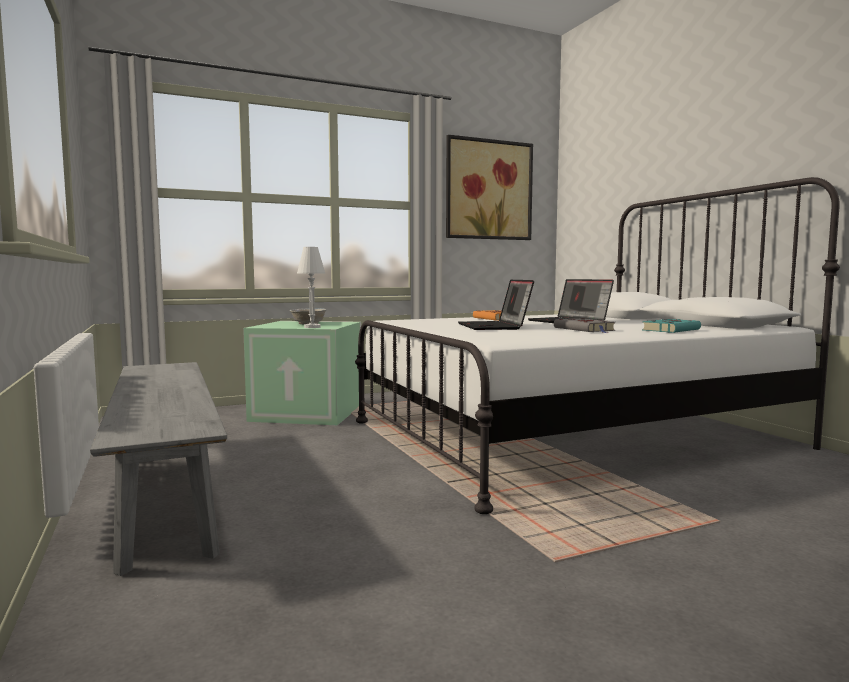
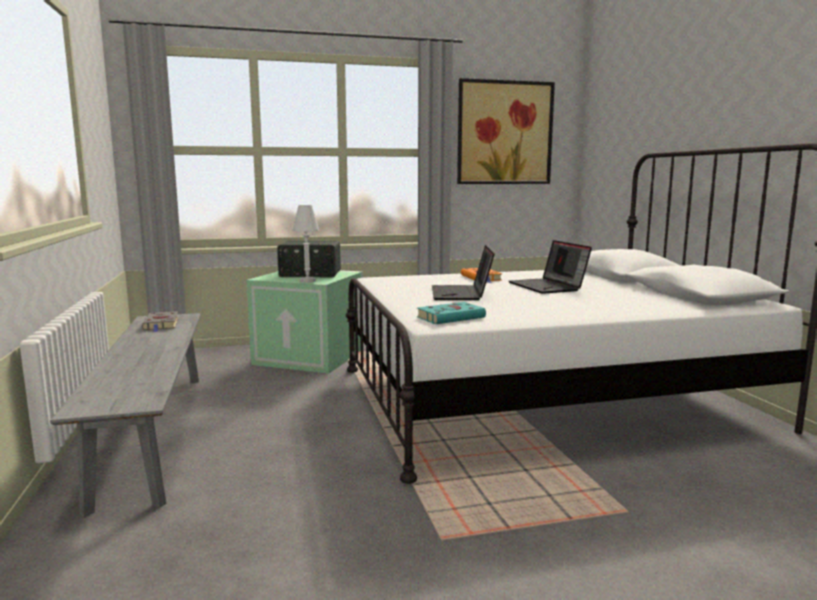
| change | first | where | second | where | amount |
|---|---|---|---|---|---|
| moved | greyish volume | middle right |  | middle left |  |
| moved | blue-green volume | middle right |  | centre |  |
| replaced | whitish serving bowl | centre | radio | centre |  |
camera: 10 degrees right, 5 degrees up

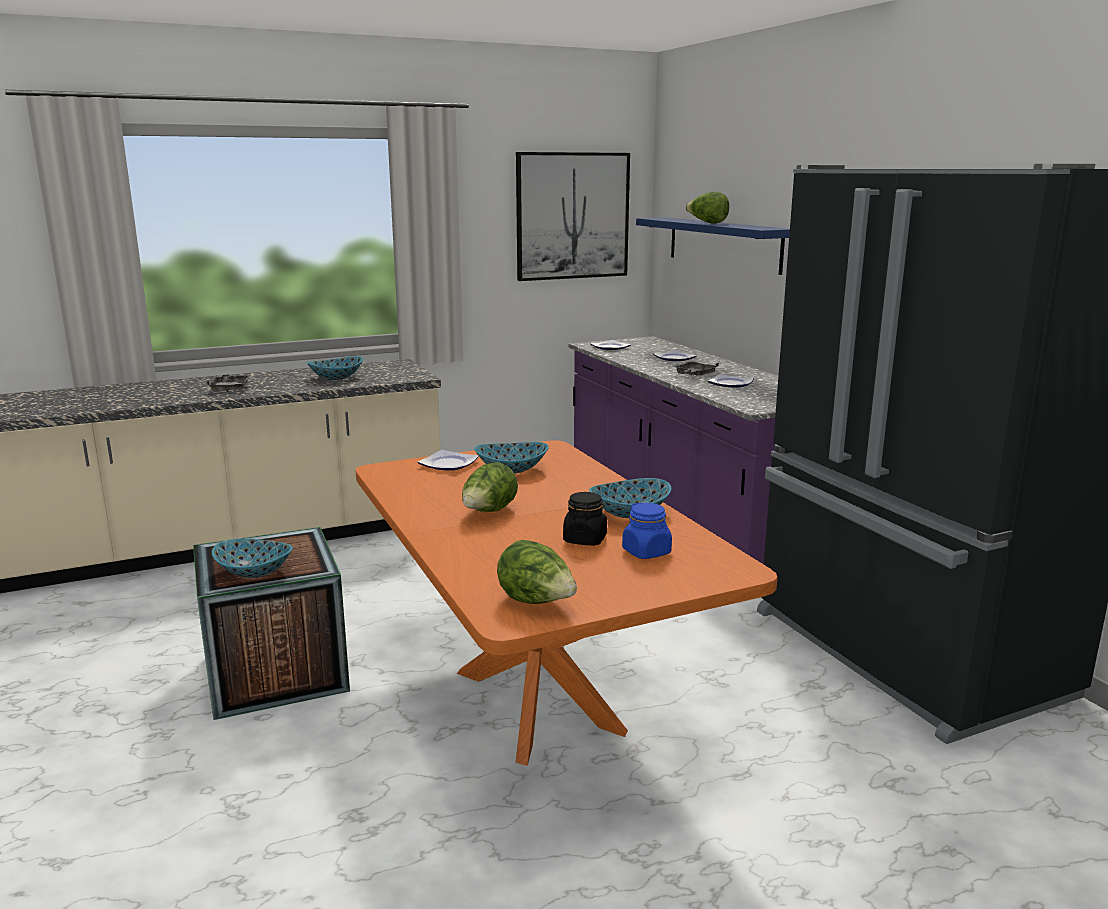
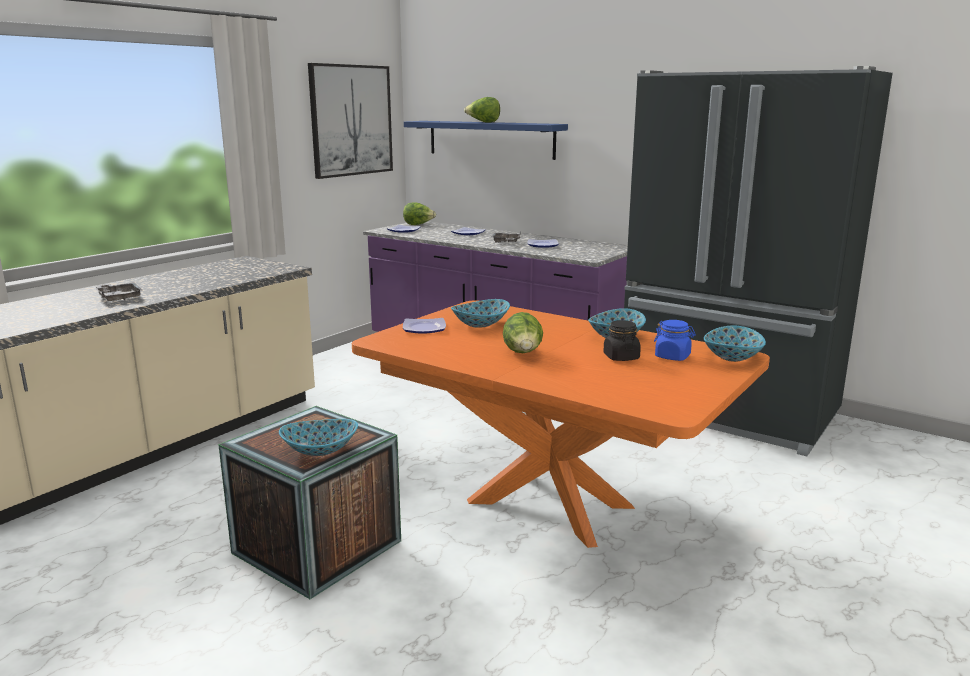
| change | first | where | second | where | amount |
|---|---|---|---|---|---|
| moved | serving bowl (2nd from left in the first image) | middle left | serving bowl (4th from left) | middle right |  |
| moved | lettuce (2nd from left in the first image) | centre | lettuce (1st from left) | top centre |  |
camera: 30 degrees left, 0 degrees up

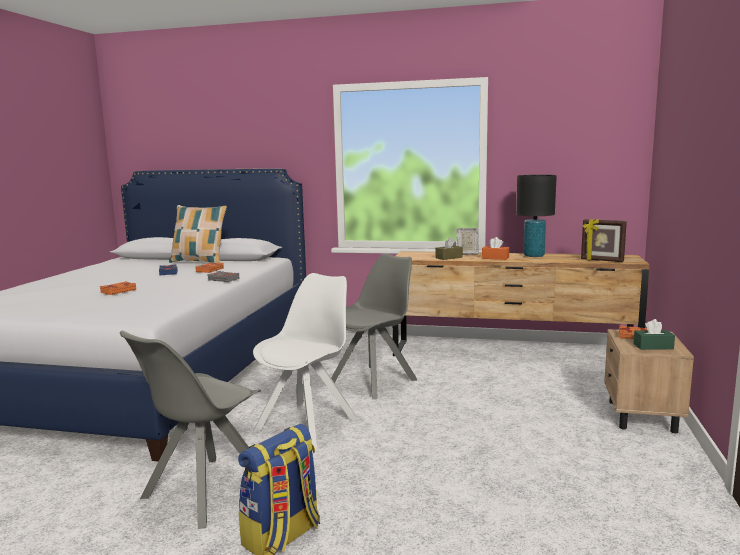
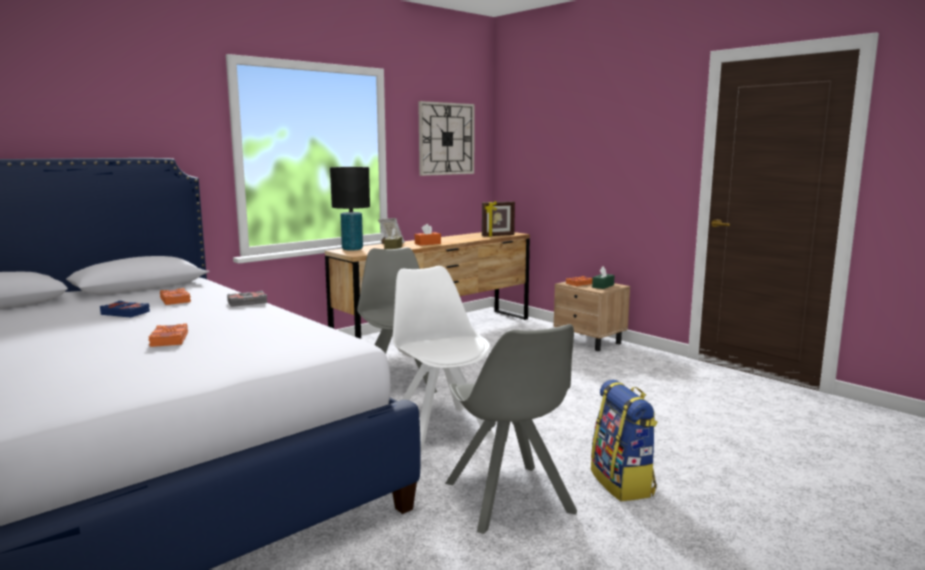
| change | first | where | second | where | amount |
|---|---|---|---|---|---|
| removed | pillow | middle left |  |  |  |
| added |  |  | hanging clock | top centre |  |
| moved | blackish tabletop lamp | middle right |  | centre |  |
camera: 55 degrees left, 0 degrees up

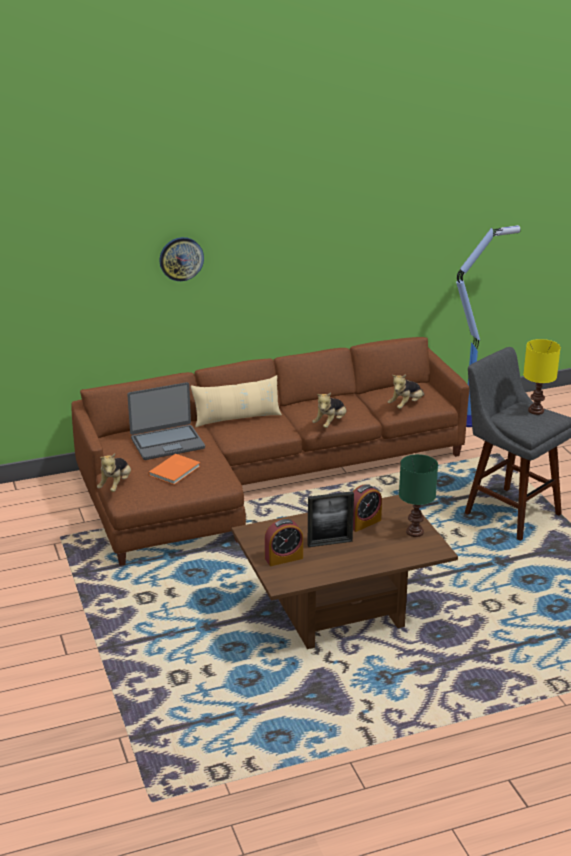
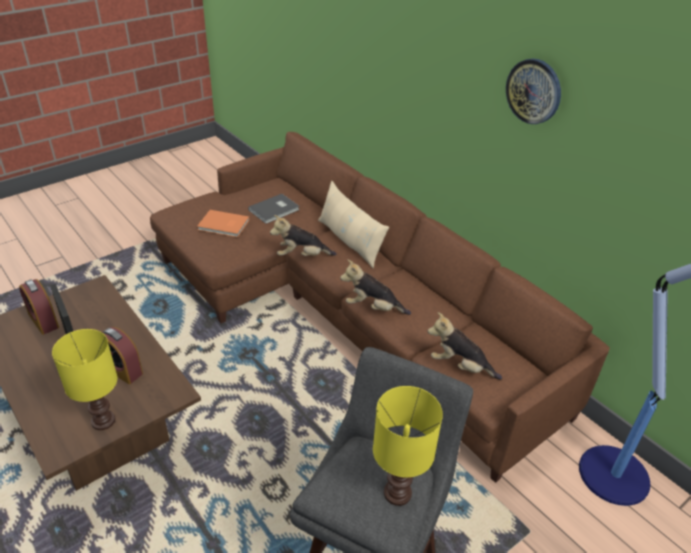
| change | first | where | second | where | amount |
|---|---|---|---|---|---|
| moved | cuddly toy (1st from left) | middle left |  | centre |  |
| moved | hanging clock | top left |  | top right |  |
| replaced | laptop | middle left | greyish volume | centre |  |
| recoloured | green tabletop lamp | middle right | yellow-coloured tabletop lamp (1st from left) | bottom left |  |
camera: 70 degrees right, 10 degrees up

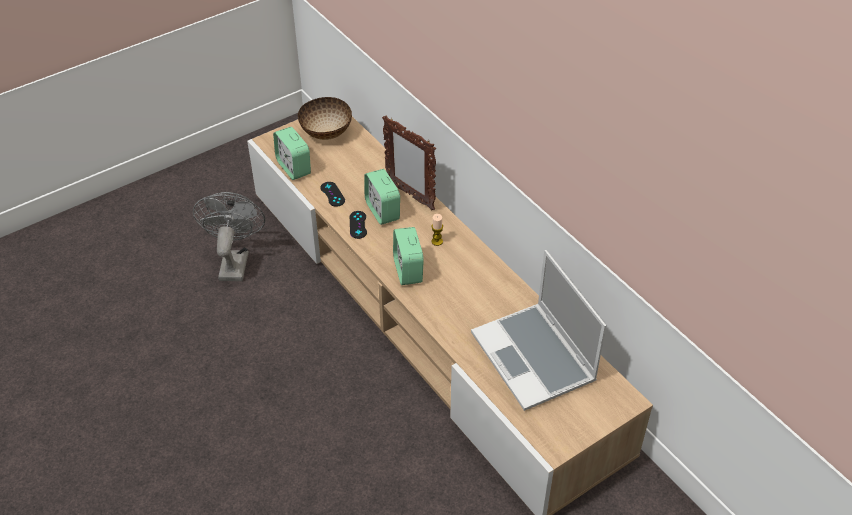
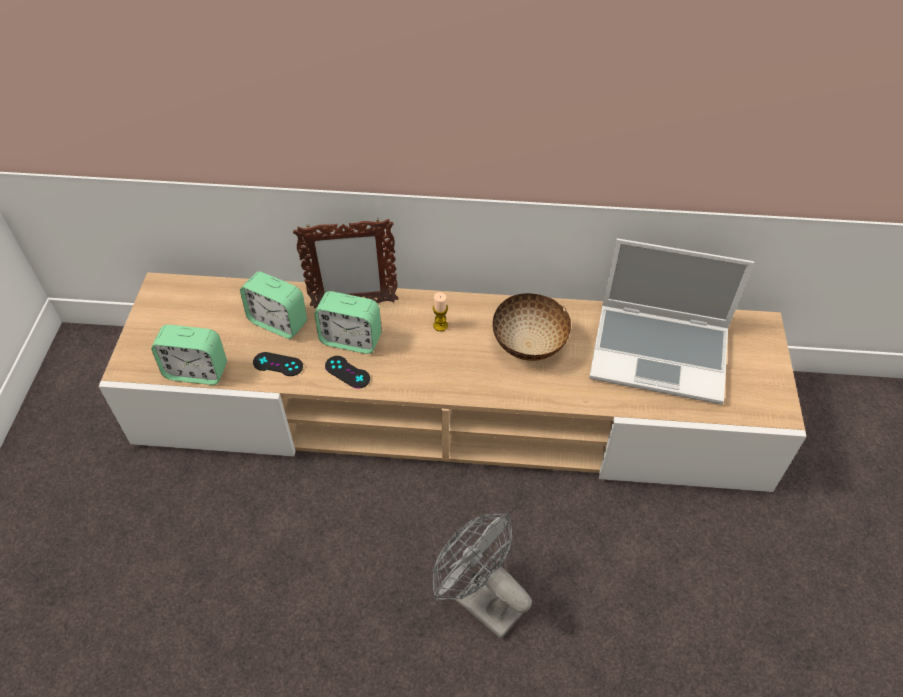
| change | first | where | second | where | amount |
|---|---|---|---|---|---|
| moved | greyish electric fan | middle left |  | bottom centre |  |
| moved | serving bowl | top centre |  | centre |  |
| moved | bedside clock (3rd from left in the first image) | centre | bedside clock (2nd from left) | middle left |  |
camera: 50 degrees left, 5 degrees up

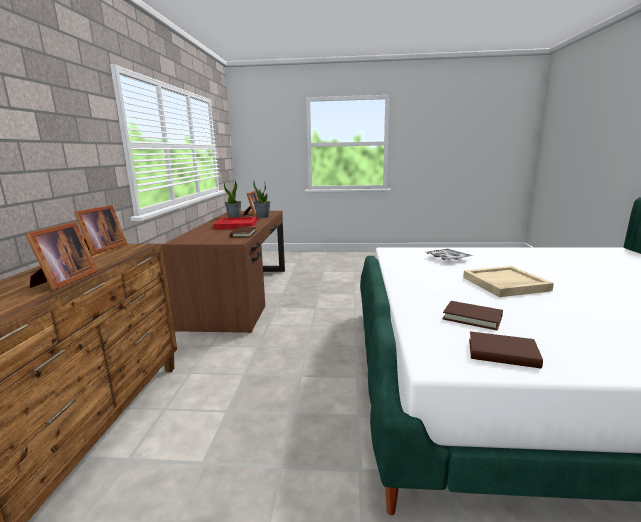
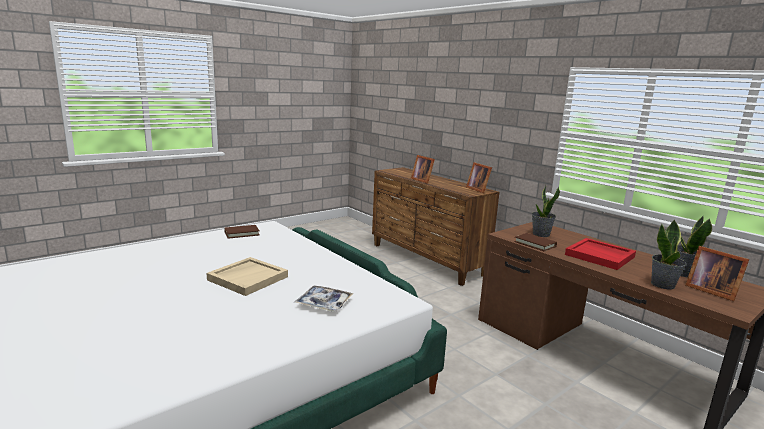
| change | first | where | second | where | amount |
|---|---|---|---|---|---|
| removed | brown-coloured volume (2nd from left) | middle right |  |  |  |
| added |  |  | houseplant (1st from left) | middle right |  |
camera: 135 degrees right, 0 degrees up

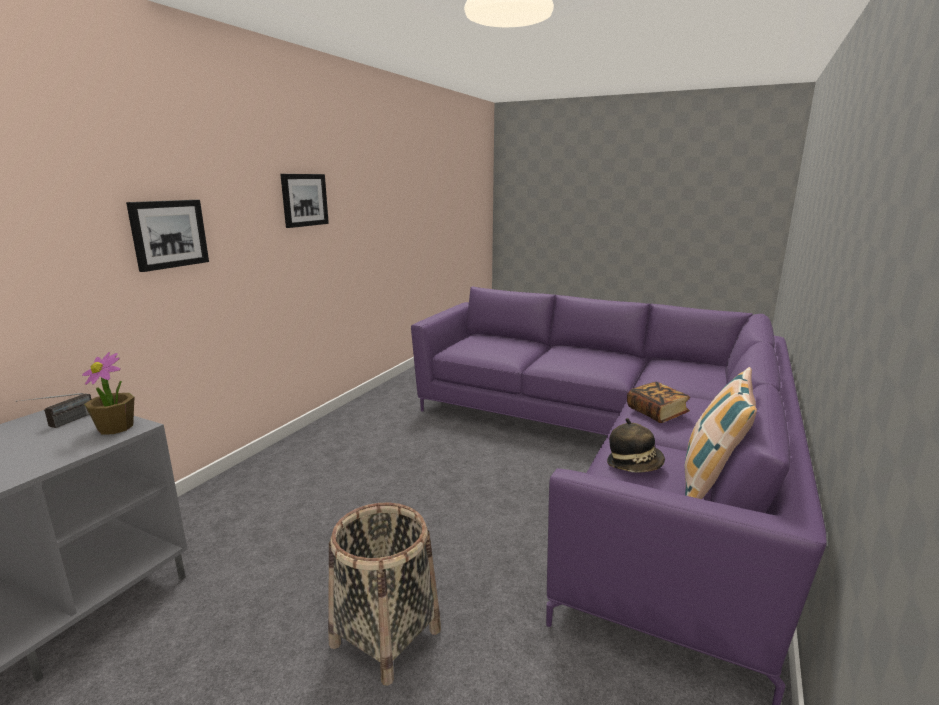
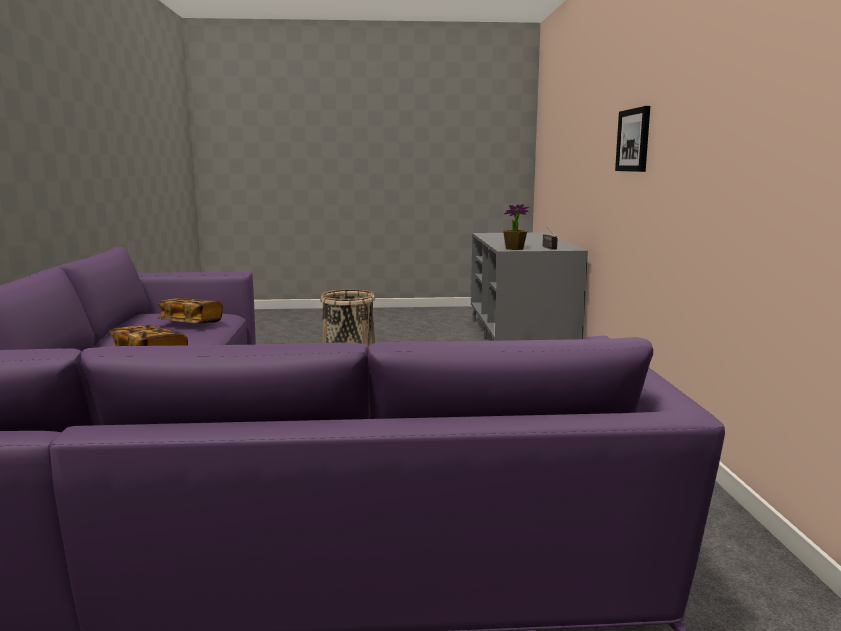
| change | first | where | second | where | amount |
|---|---|---|---|---|---|
| removed | wall art (2nd from left) | top left |  |  |  |
| removed | pillow | middle right |  |  |  |
| replaced | hat | middle right | volume (2nd from left) | middle left |  |
camera: 150 degrees right, 5 degrees down

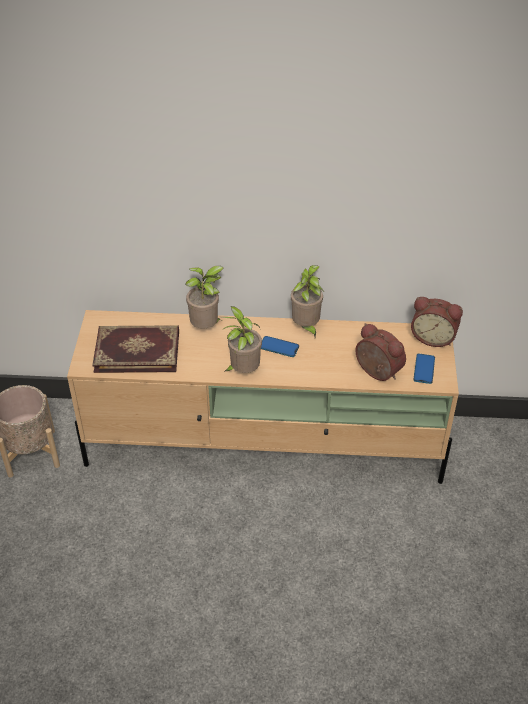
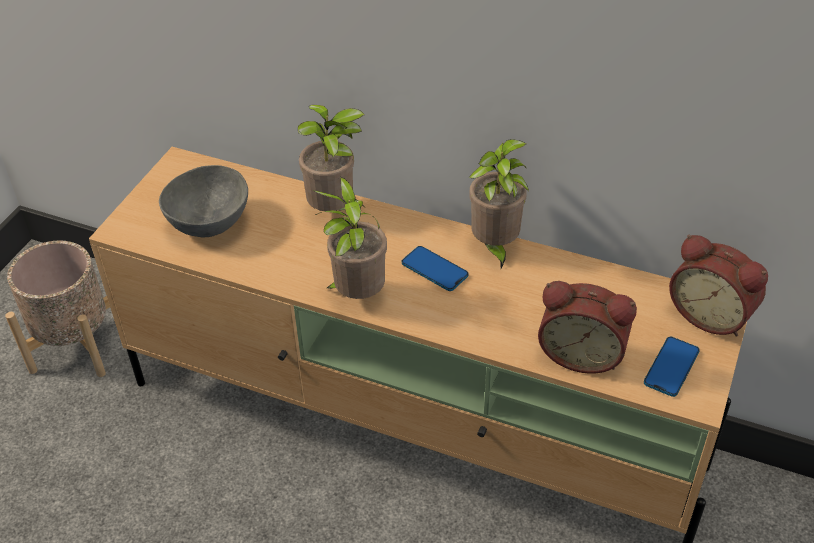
| change | first | where | second | where | amount |
|---|---|---|---|---|---|
| replaced | volume | middle left | greyish serving bowl | middle left |  |
| turned | bedside clock (1st from left) | middle right |  | middle right | 135 degrees clockwise |
camera: 20 degrees right, 0 degrees up

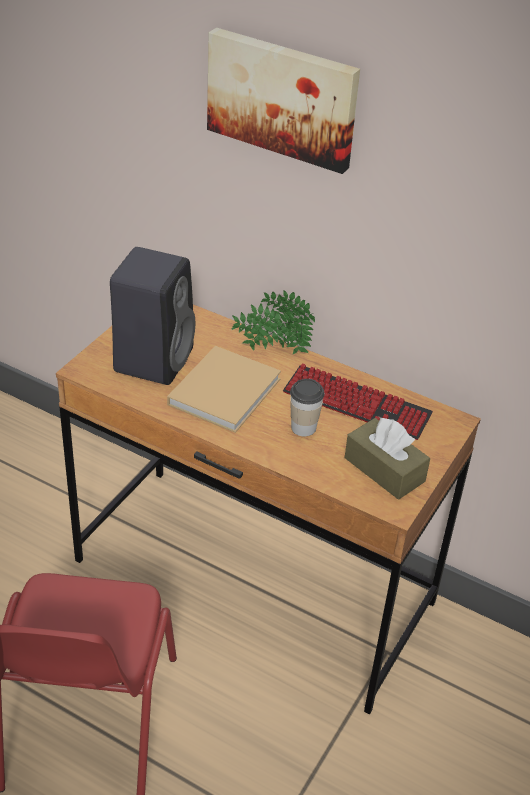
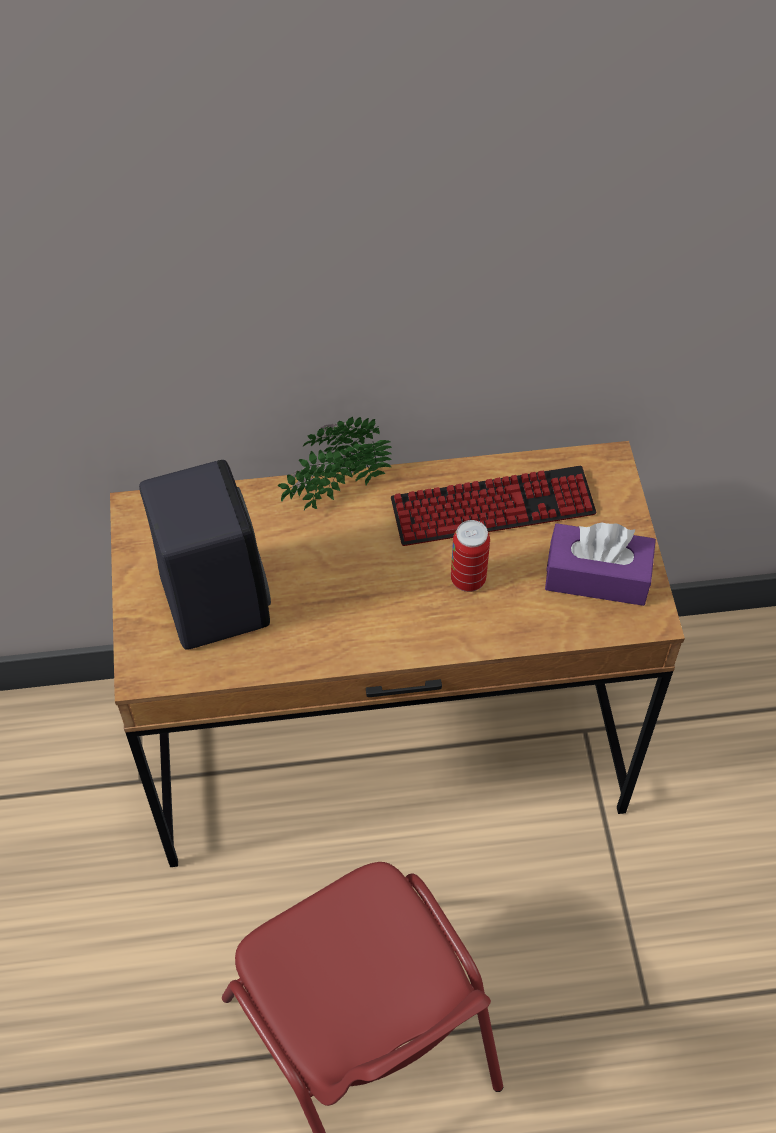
| change | first | where | second | where | amount |
|---|---|---|---|---|---|
| removed | beige volume | centre |  |  |  |
| removed | wall art | top centre |  |  |  |
| replaced | drinking cup | centre | metal can | centre |  |
| recoloured | brown-coloured tissue box | middle right | purple-coloured tissue box | middle right |  |
camera: 35 degrees left, 15 degrees up

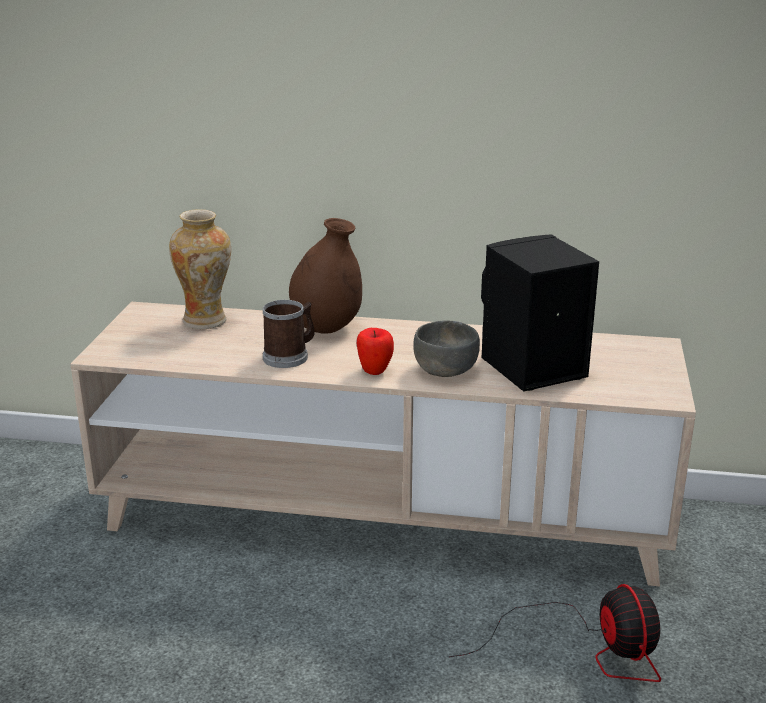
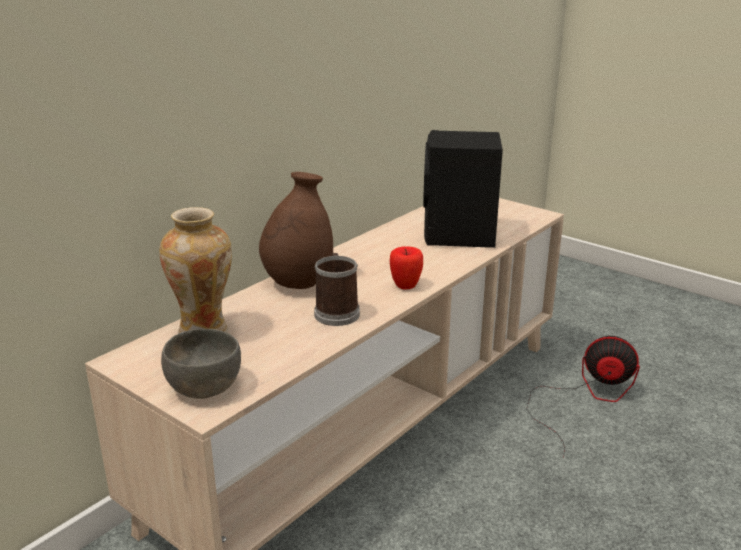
| change | first | where | second | where | amount |
|---|---|---|---|---|---|
| moved | greyish serving bowl | centre |  | middle left |  |
camera: 60 degrees left, 0 degrees up

